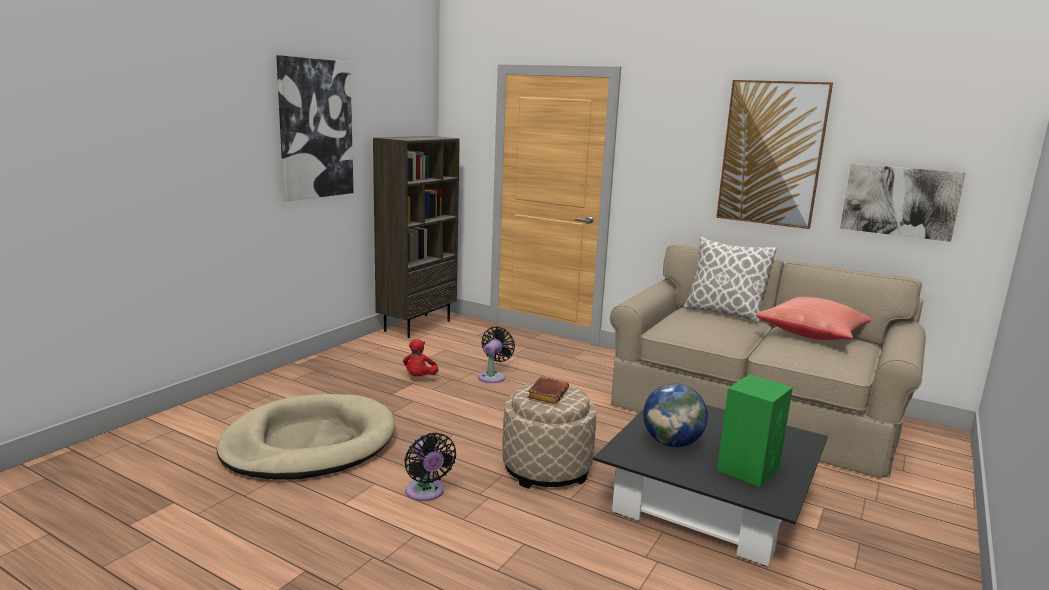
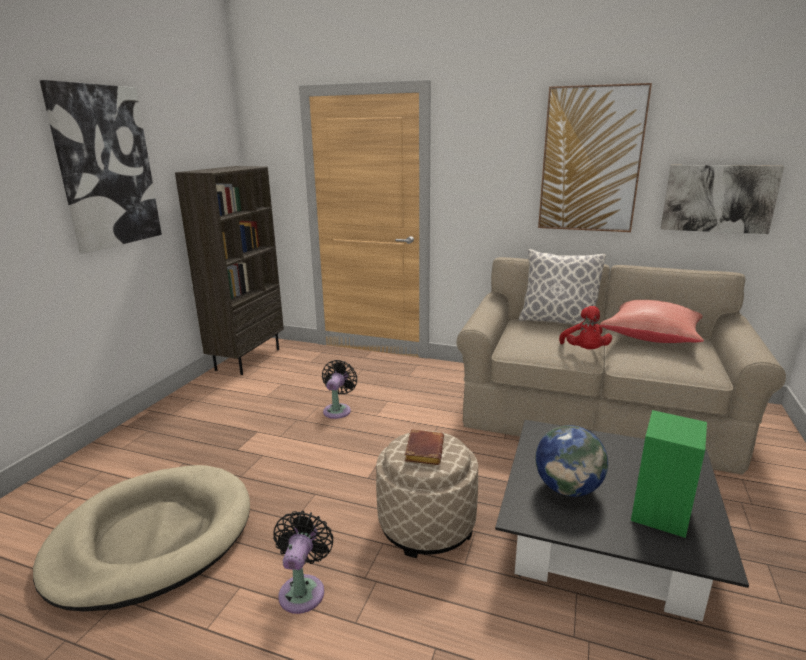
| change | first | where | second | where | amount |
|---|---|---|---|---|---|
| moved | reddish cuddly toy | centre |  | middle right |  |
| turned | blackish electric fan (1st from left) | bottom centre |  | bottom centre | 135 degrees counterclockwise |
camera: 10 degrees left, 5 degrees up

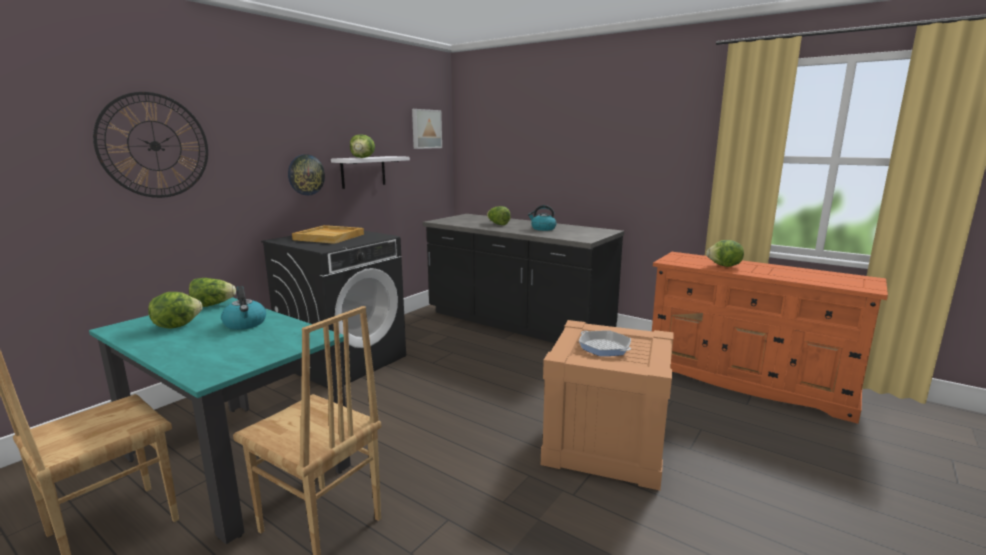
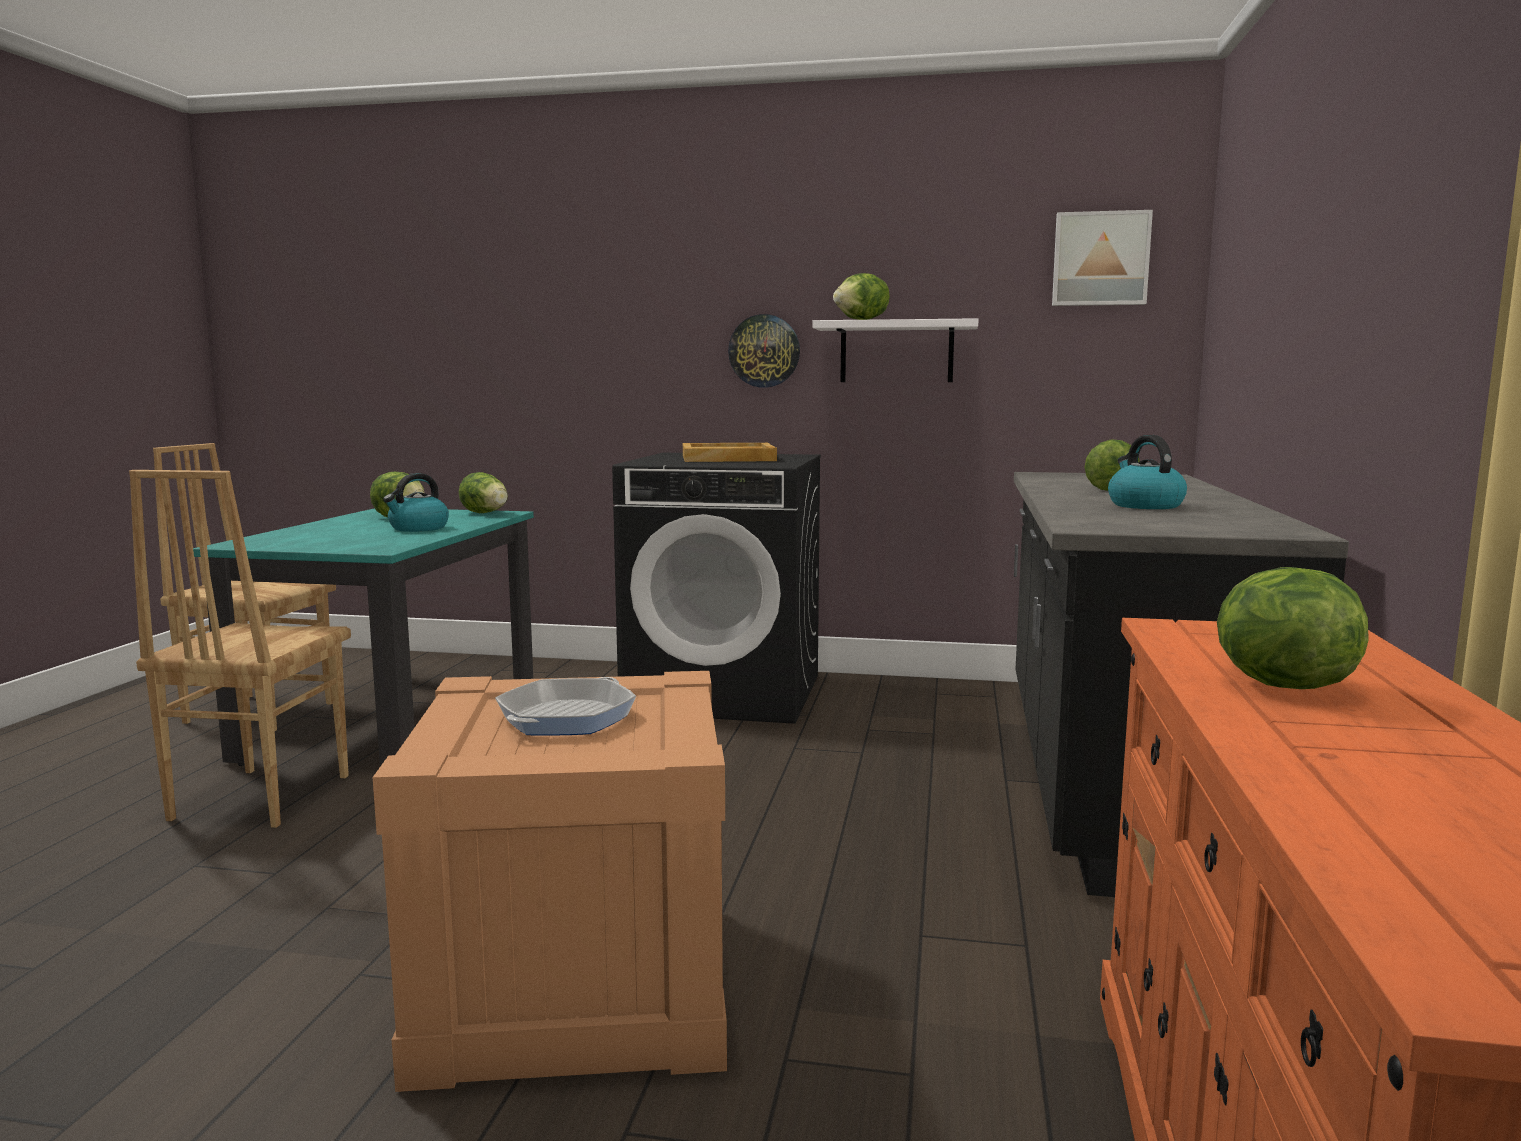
| change | first | where | second | where | amount |
|---|---|---|---|---|---|
| removed | hanging clock (1st from left) | top left |  |  |  |
camera: 65 degrees right, 5 degrees down

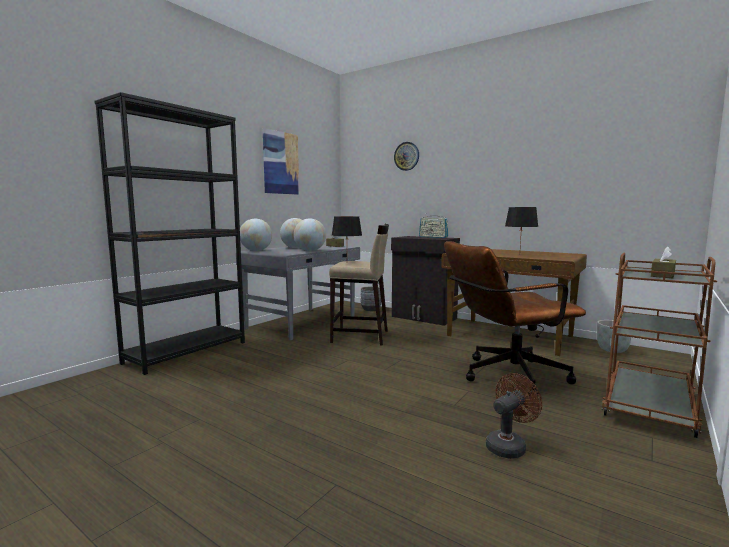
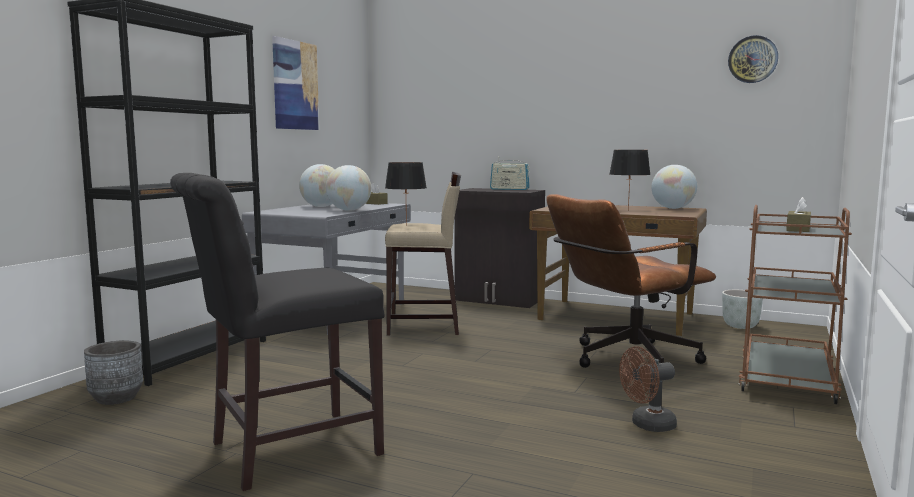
| change | first | where | second | where | amount |
|---|---|---|---|---|---|
| added |  |  | blackish chair | bottom left |  |
| moved | globe (1st from left in the first image) | centre | globe (3rd from left) | middle right |  |
| moved | greyish planter (1st from left) | centre |  | bottom left |  |
| moved | hanging clock | top centre |  | top right |  |
| turned | brown-coloured electric fan | bottom right |  | bottom right | 150 degrees counterclockwise |
camera: 10 degrees left, 0 degrees up

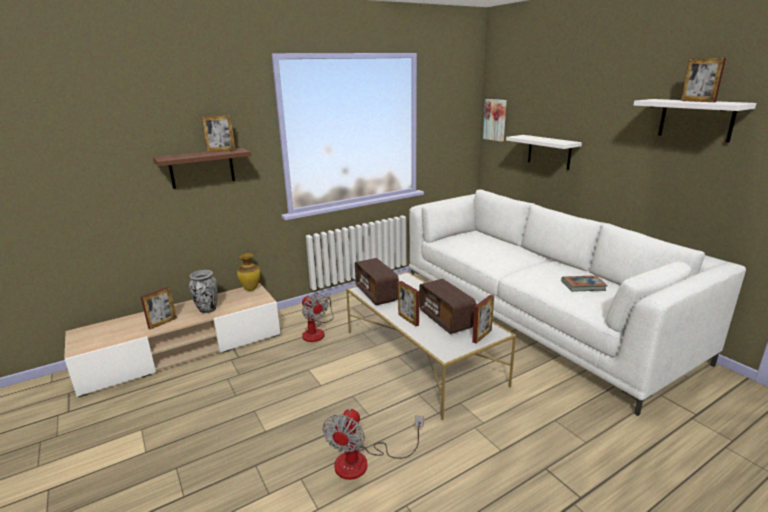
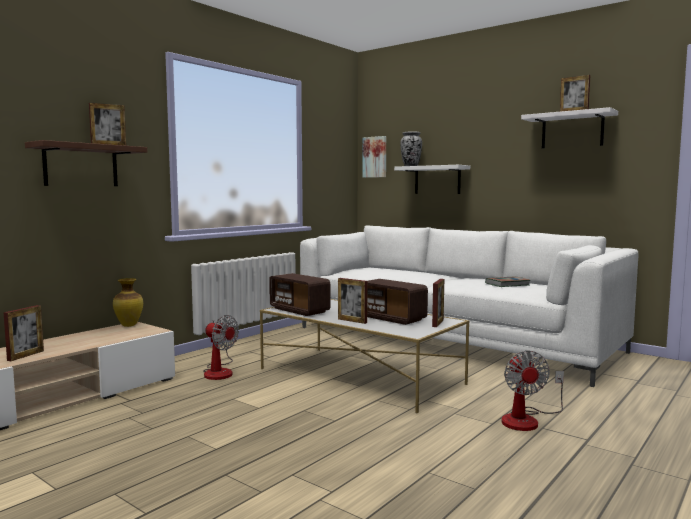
| change | first | where | second | where | amount |
|---|---|---|---|---|---|
| moved | flower vase (1st from left in the first image) | middle left | flower vase (2nd from left) | top centre |  |
| moved | electric fan (2nd from left) | bottom centre |  | bottom right |  |
camera: 20 degrees left, 15 degrees down

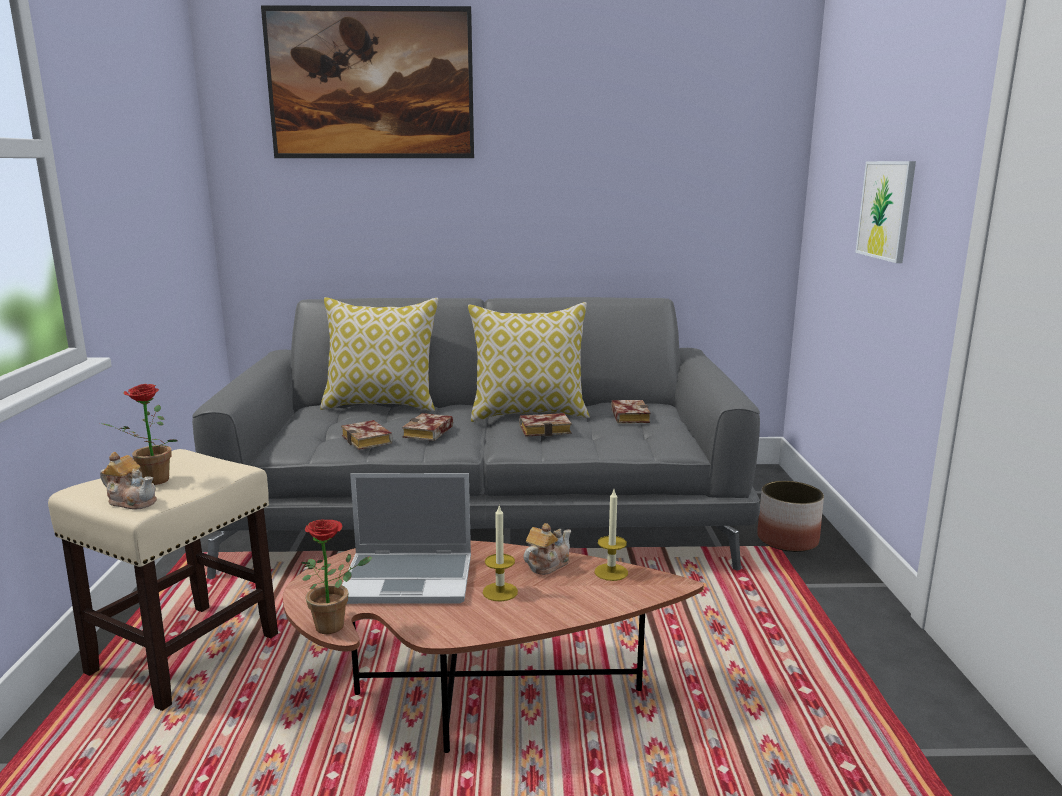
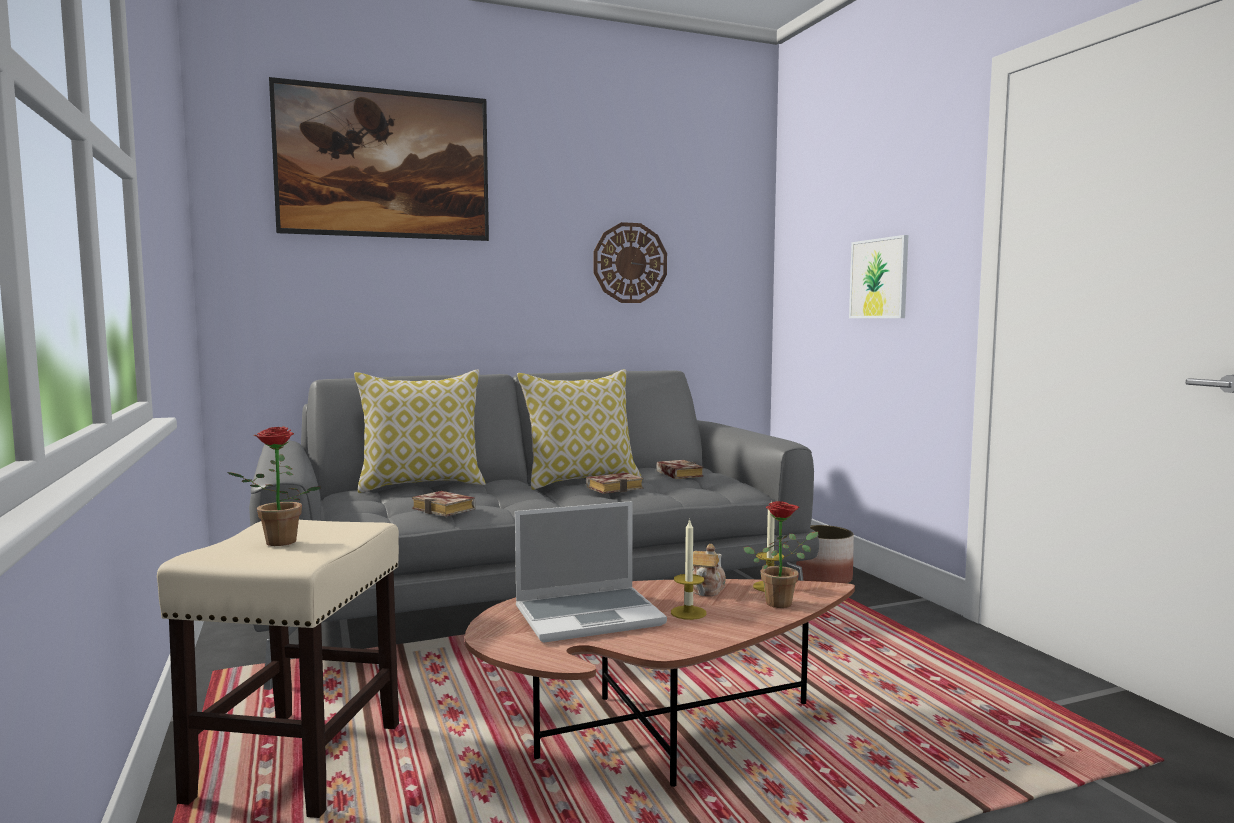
| change | first | where | second | where | amount |
|---|---|---|---|---|---|
| removed | teapot (1st from left) | middle left |  |  |  |
| removed | volume (2nd from left) | centre |  |  |  |
| added |  |  | hanging clock | top centre |  |
| moved | houseplant (2nd from left) | bottom left |  | bottom centre |  |
camera: 20 degrees left, 10 degrees down

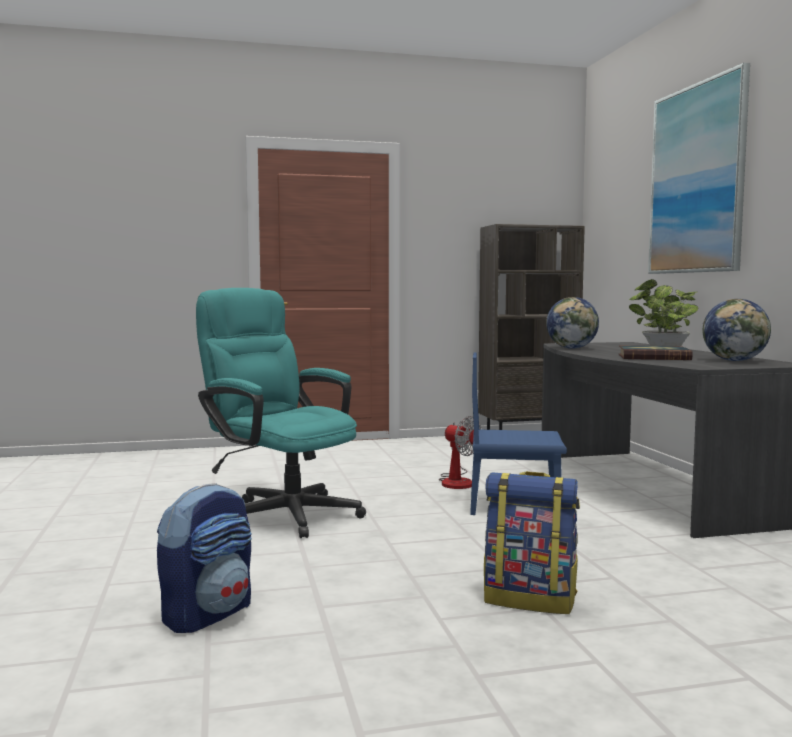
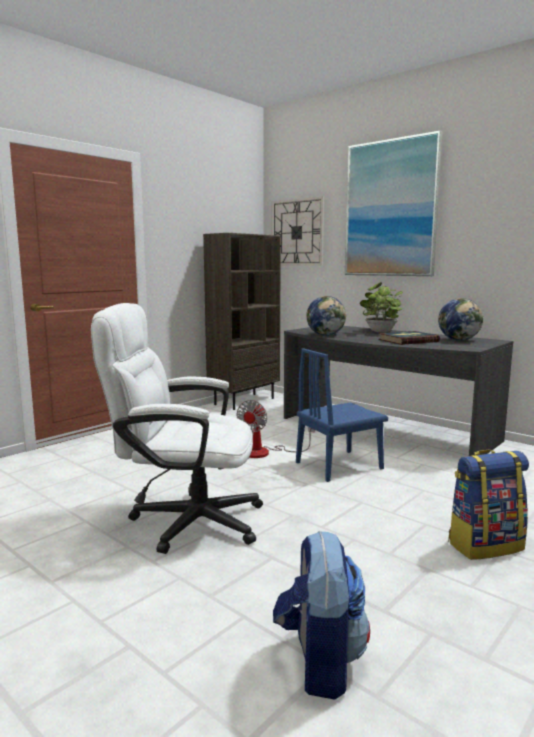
| change | first | where | second | where | amount |
|---|---|---|---|---|---|
| added |  |  | hanging clock | top centre |  |
| recoloured | blue-green computer chair | centre | whitish computer chair | middle left |  |
| turned | electric fan | centre |  | centre | 105 degrees clockwise |
camera: 35 degrees left, 5 degrees up

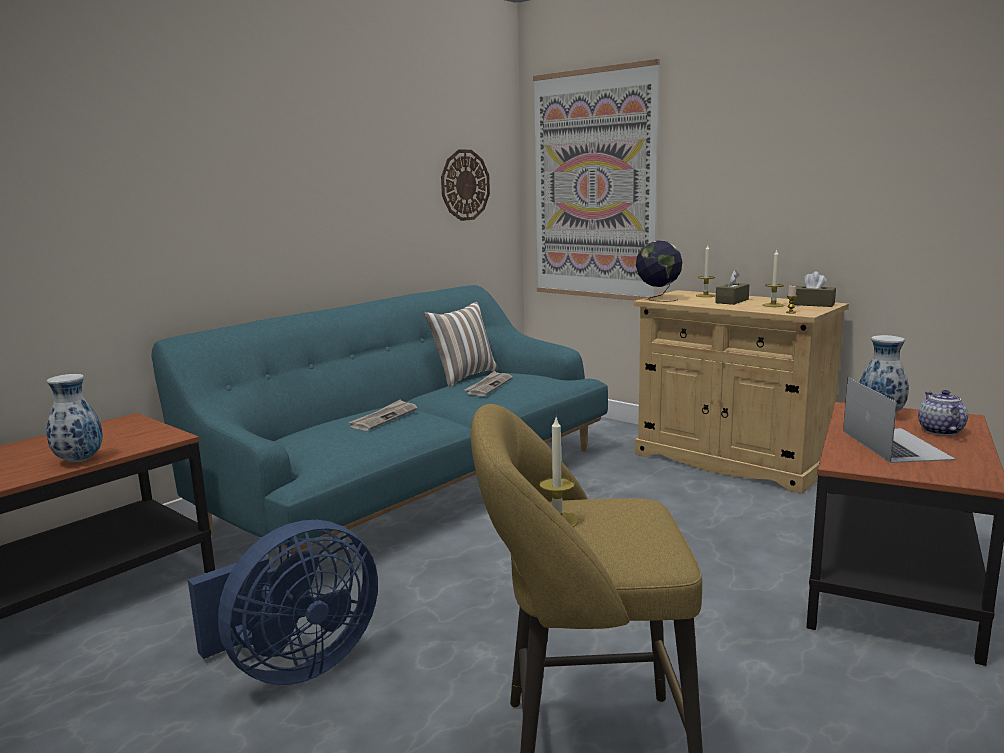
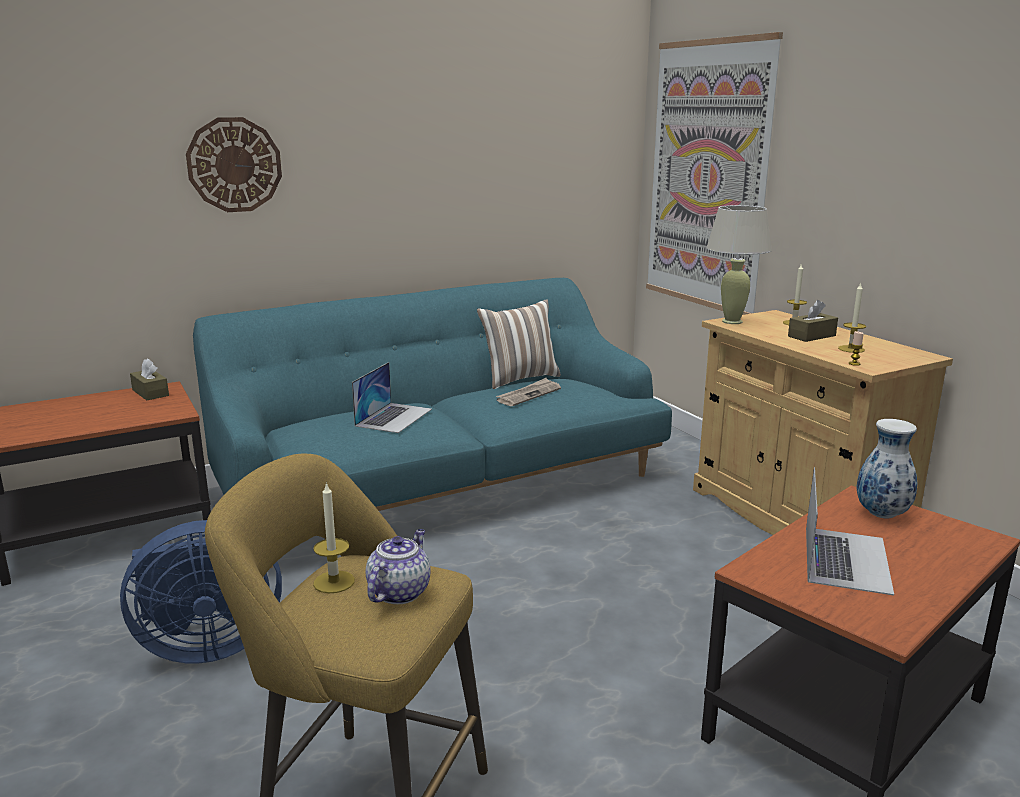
| change | first | where | second | where | amount |
|---|---|---|---|---|---|
| removed | flower vase (1st from left) | middle left |  |  |  |
| moved | hanging clock | top centre |  | top left |  |
| moved | brown-coloured tissue box (2nd from left in the first image) | middle right | brown-coloured tissue box (1st from left) | middle left |  |
| moved | teapot | middle right |  | bottom centre |  |
| replaced | newspaper (1st from left) | centre | laptop (1st from left) | centre |  |
| replaced | globe | centre | beige tabletop lamp | top right |  |
camera: 20 degrees right, 5 degrees up

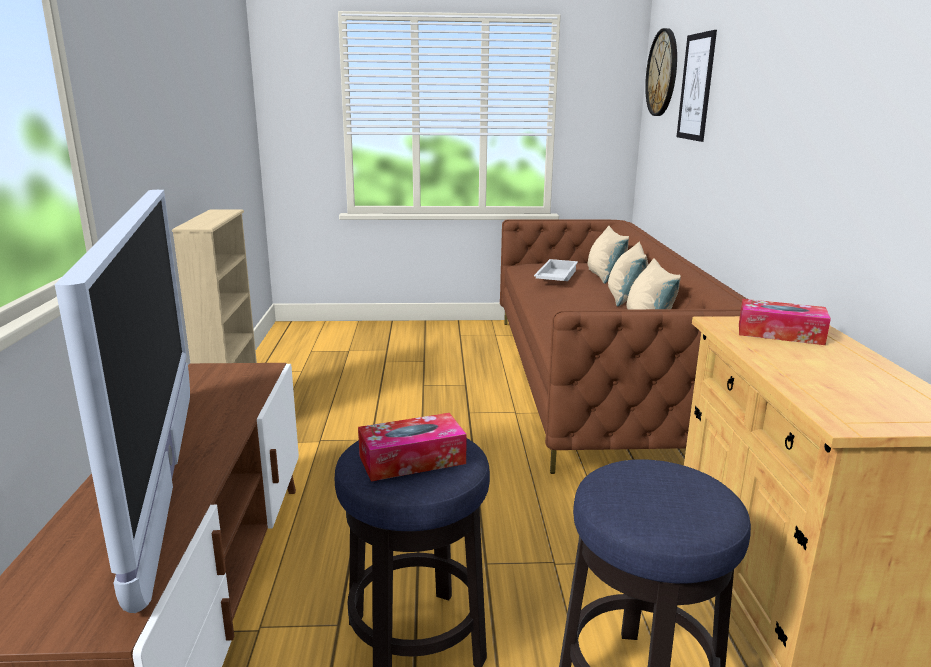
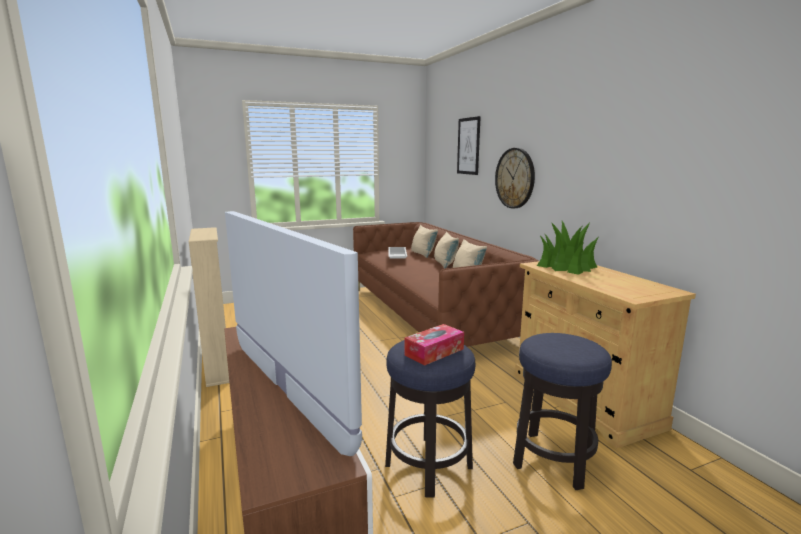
| change | first | where | second | where | amount |
|---|---|---|---|---|---|
| moved | hanging clock | top right |  | centre |  |
| replaced | tissue box (2nd from left) | middle right | houseplant | middle right |  |
camera: 20 degrees left, 5 degrees down

